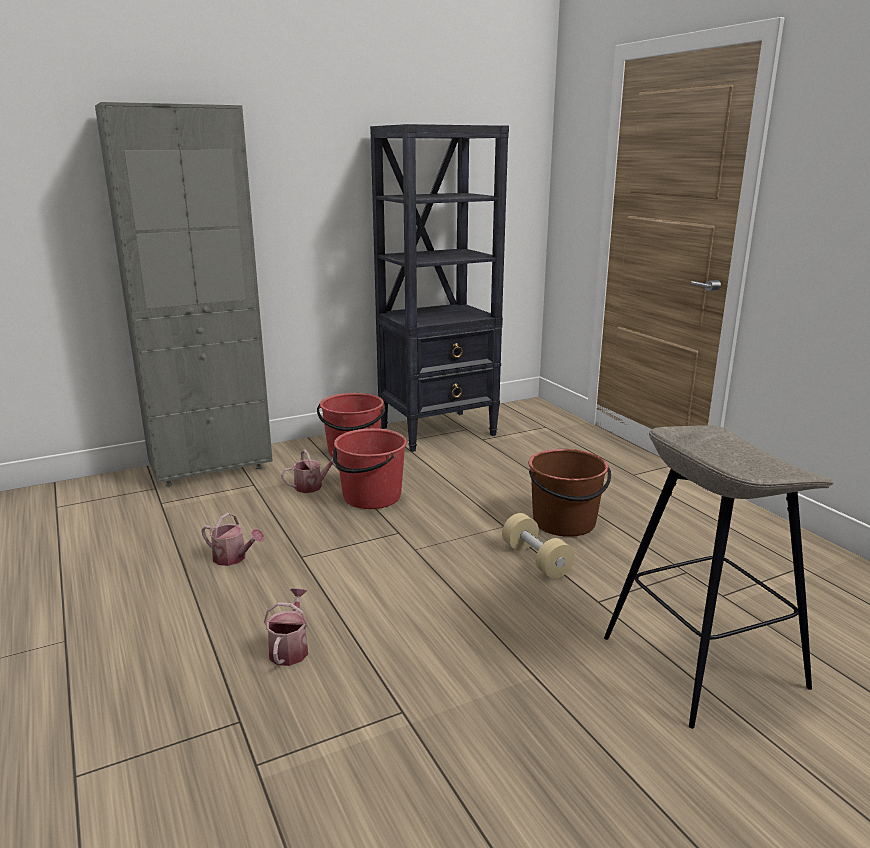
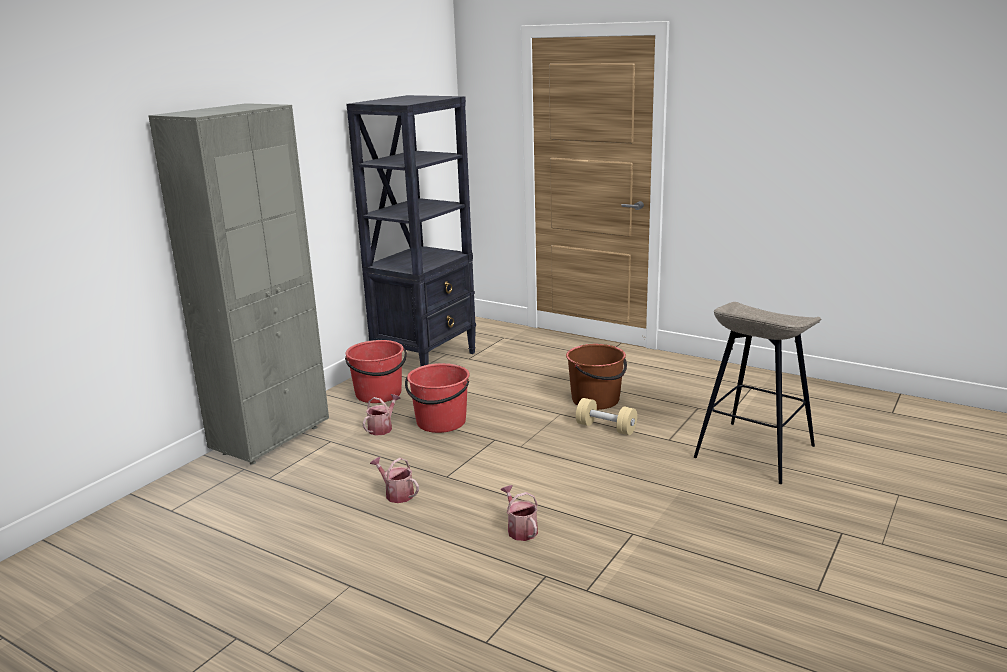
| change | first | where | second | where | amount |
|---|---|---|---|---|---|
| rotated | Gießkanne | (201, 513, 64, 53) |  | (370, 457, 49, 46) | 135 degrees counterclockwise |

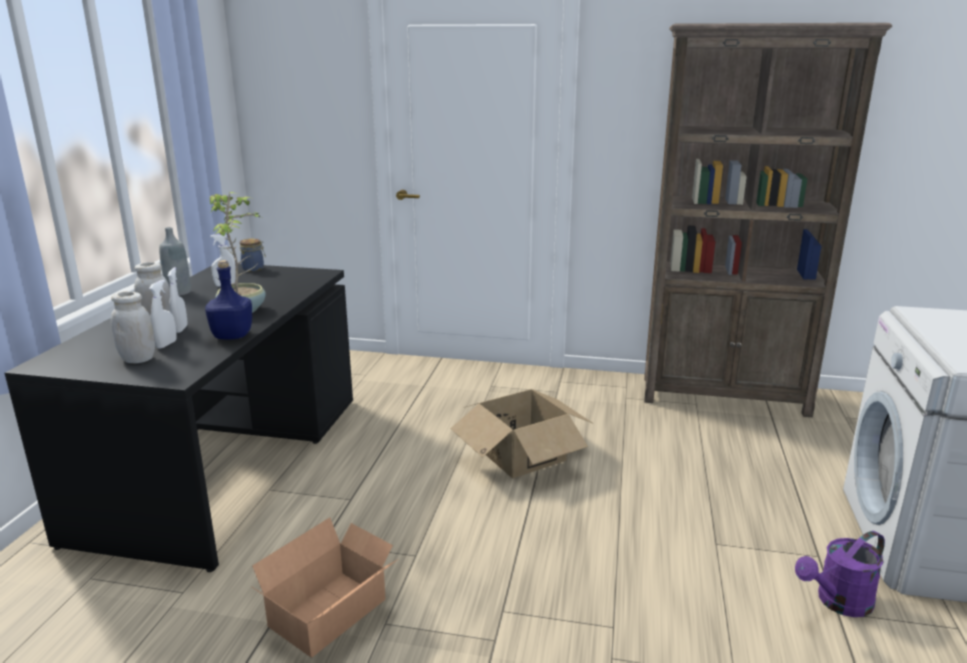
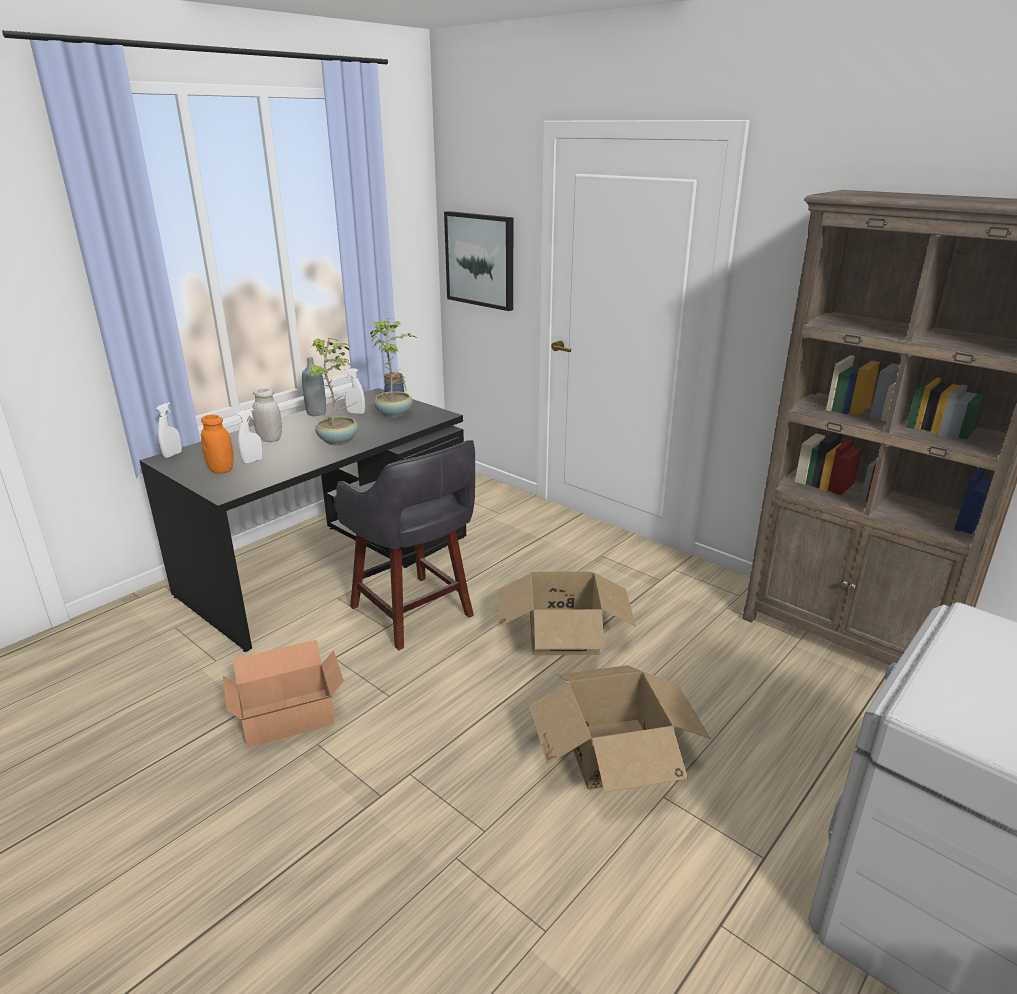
| change | first | where | second | where | amount |
|---|---|---|---|---|---|
| gone | Flasche (blau) | (205, 260, 47, 79) |  |  |  |
| shifted | Sprühflasche (weiß) | (167, 267, 21, 66) |  | (156, 402, 26, 56) |  |
| repainted | Vorratsglas (weiß) | (111, 291, 44, 72) | Vorratsglas (orange) | (201, 415, 33, 59) |  |
| gone | Gießkanne (lila) | (795, 531, 90, 86) |  |  |  |
| new |  |  | Bild | (444, 211, 69, 100) |  |
| new |  |  | Topfpflanze | (370, 318, 45, 100) |  |
| new |  |  | Hocker (grau) | (334, 440, 141, 210) |  |
| new |  |  | Karton | (528, 665, 183, 128) |  |

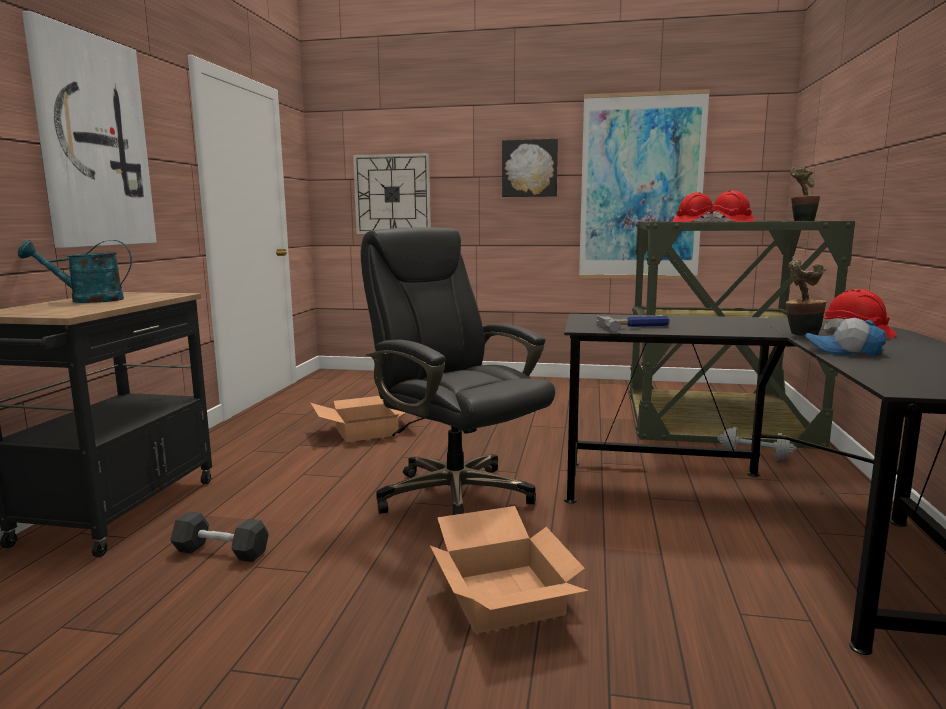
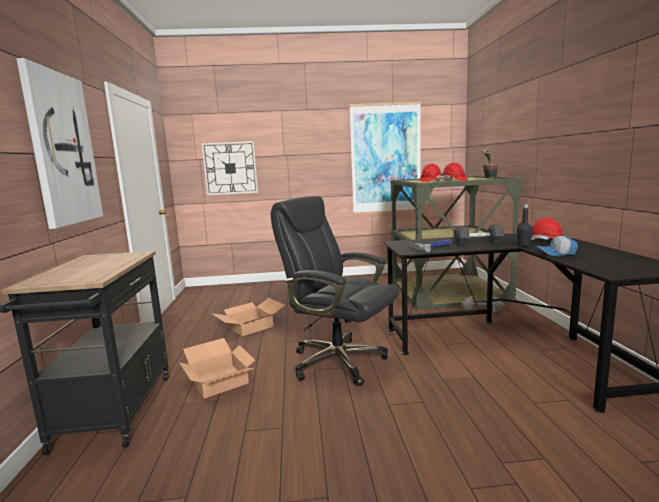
| change | first | where | second | where | amount |
|---|---|---|---|---|---|
| gone | Bild | (502, 139, 56, 58) |  |  |  |
| gone | Gießkanne (türkis) | (18, 240, 114, 63) |  |  |  |
| swapped | Topfpflanze | (786, 258, 40, 78) | Flasche (schwarz) | (517, 204, 16, 43) |  |
| shifted | Karton | (430, 506, 159, 128) |  | (179, 338, 76, 61) |  |
| shifted | Hantel (schwarz) | (170, 511, 98, 51) |  | (454, 225, 50, 20) |  |

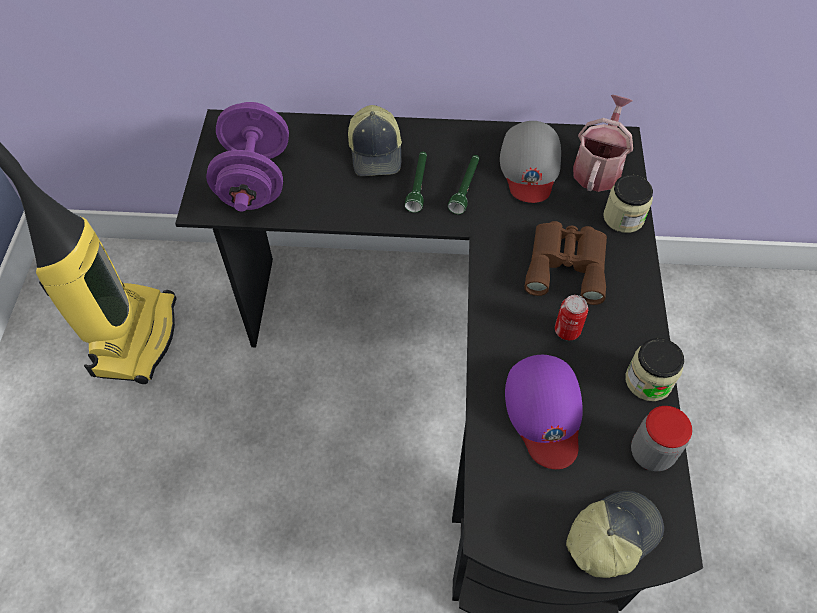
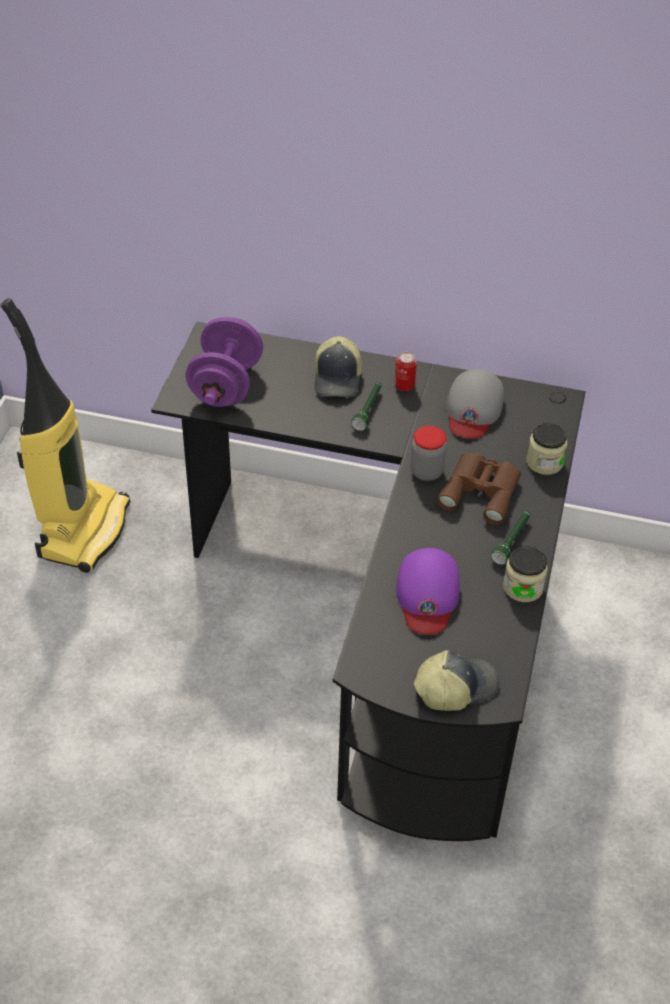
| change | first | where | second | where | amount |
|---|---|---|---|---|---|
| gone | Gießkanne | (573, 95, 60, 97) |  |  |  |
| shifted | Taschenlampe (grün) | (448, 155, 31, 59) |  | (491, 511, 39, 54) |  |
| shifted | Dose | (555, 295, 33, 45) |  | (394, 352, 23, 39) |  |
| shifted | Vorratsglas | (631, 406, 61, 66) |  | (410, 426, 37, 55) |  |

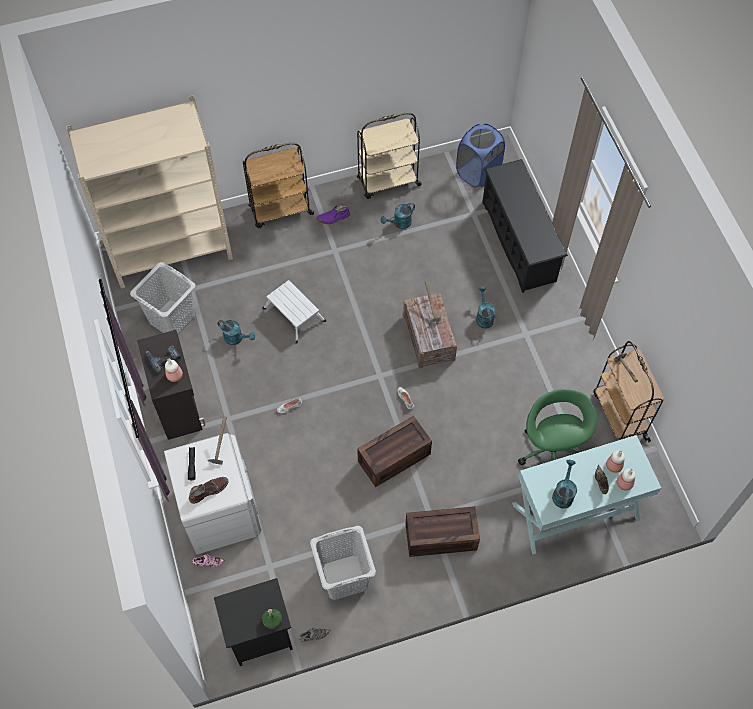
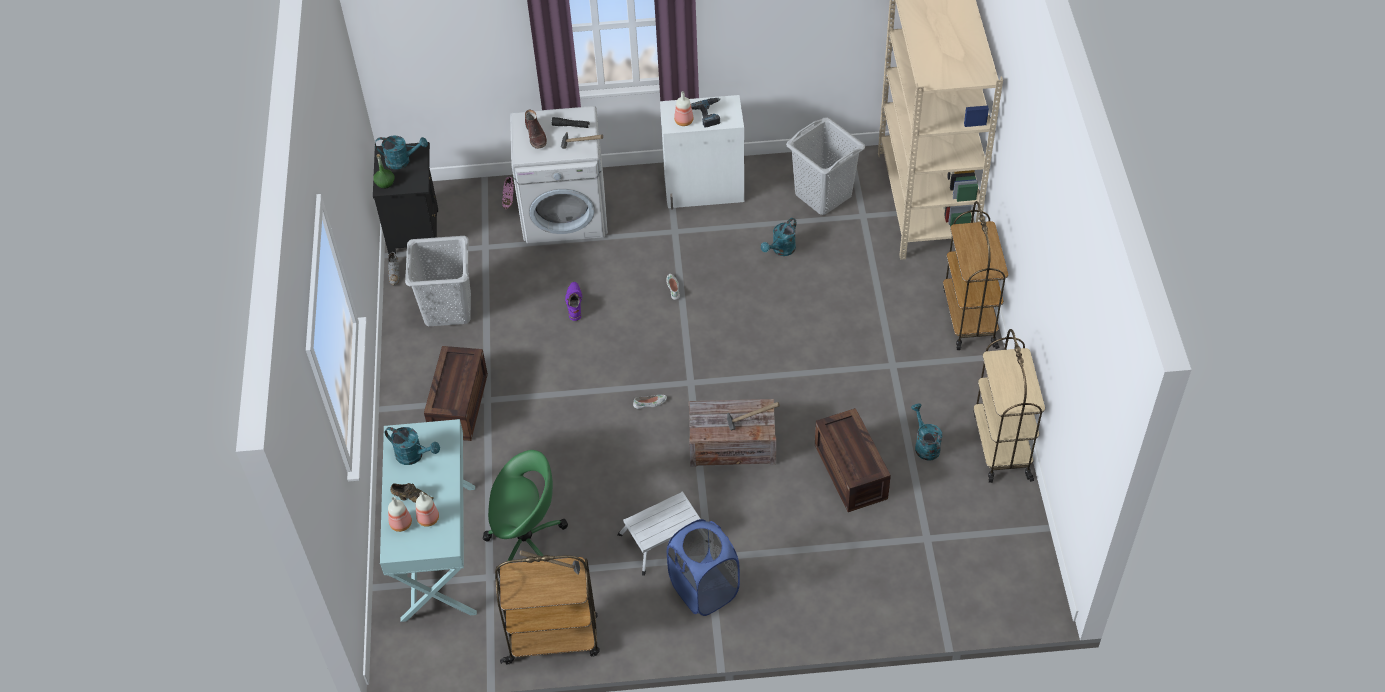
| change | first | where | second | where | amount |
|---|---|---|---|---|---|
| shifted | Wäschekorb (blau) | (456, 124, 49, 64) |  | (667, 519, 73, 97) |  |
| gone | Schuhregal (schwarz) | (482, 159, 86, 134) |  |  |  |
| shifted | Stiefel (lila) | (316, 204, 34, 20) |  | (565, 282, 17, 39) |  |
| shifted | Trittleiter (weiß) | (263, 280, 63, 64) |  | (617, 491, 83, 85) |  |
| shifted | Gießkanne (türkis) | (476, 287, 20, 42) |  | (375, 135, 53, 34) |  |
| repainted | Schrank (schwarz) | (137, 330, 68, 110) | Schrank (weiß) | (660, 95, 84, 115) |  |
| shifted | Kiste | (357, 416, 75, 71) |  | (815, 408, 76, 104) |  |

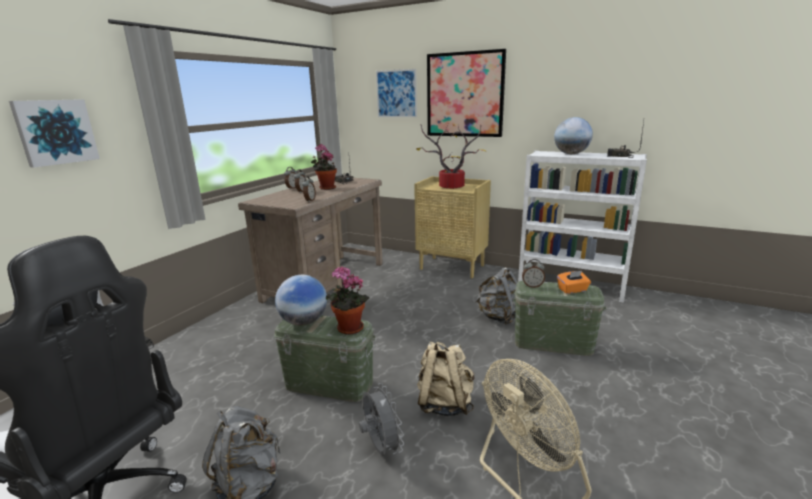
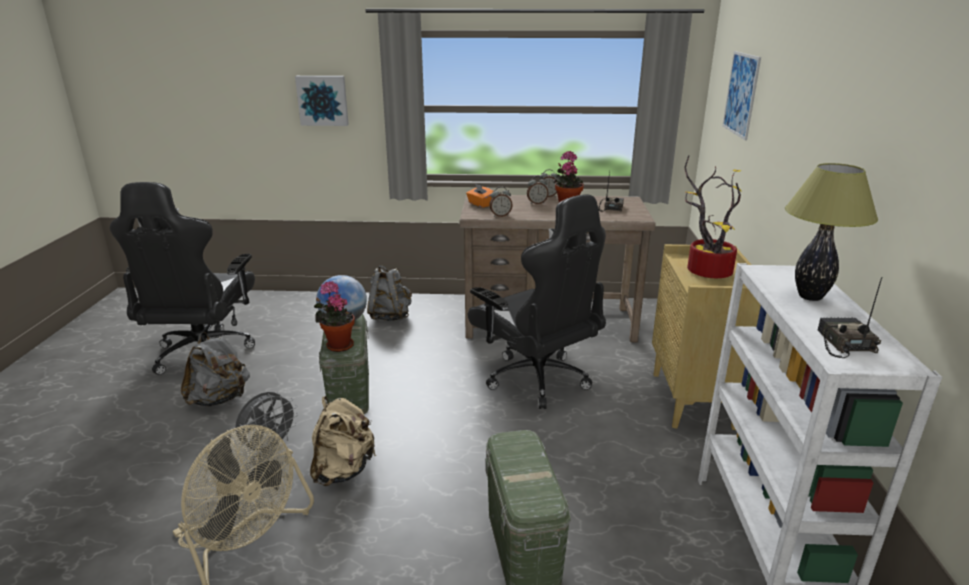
| change | first | where | second | where | amount |
|---|---|---|---|---|---|
| gone | Bild | (427, 49, 79, 88) |  |  |  |
| swapped | Globus | (554, 117, 39, 37) | Tischlampe | (785, 163, 93, 138) |  |
| gone | Wecker | (522, 259, 23, 29) |  |  |  |
| shifted | Rucksack (grau) | (475, 268, 42, 57) |  | (367, 265, 45, 56) |  |
| shifted | Taschentuchbox (orange) | (557, 271, 34, 23) |  | (466, 184, 27, 24) |  |
| new |  |  | Bürostuhl (schwarz) | (467, 194, 139, 215) |  |

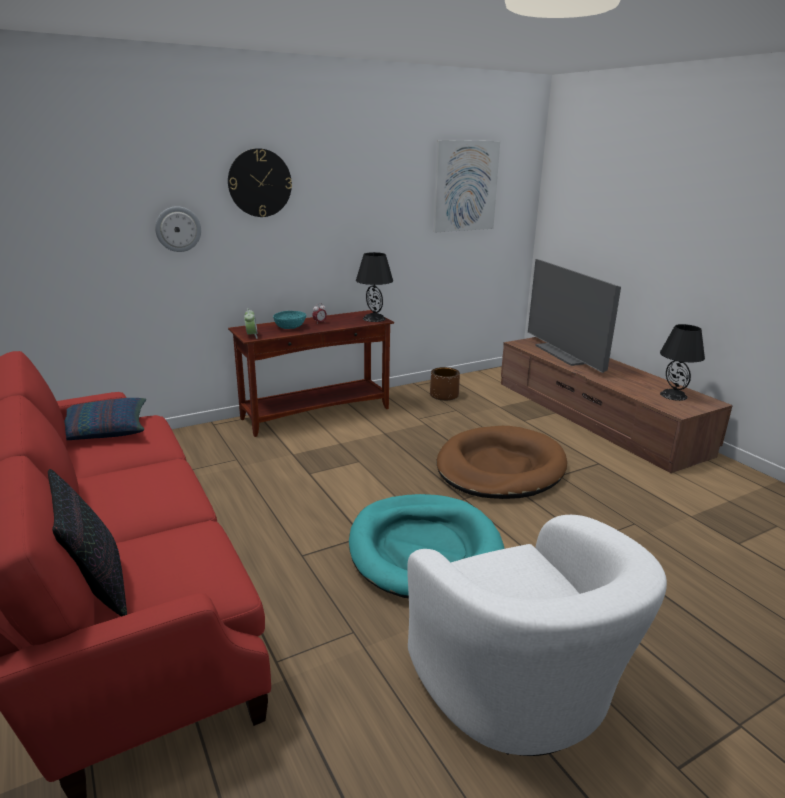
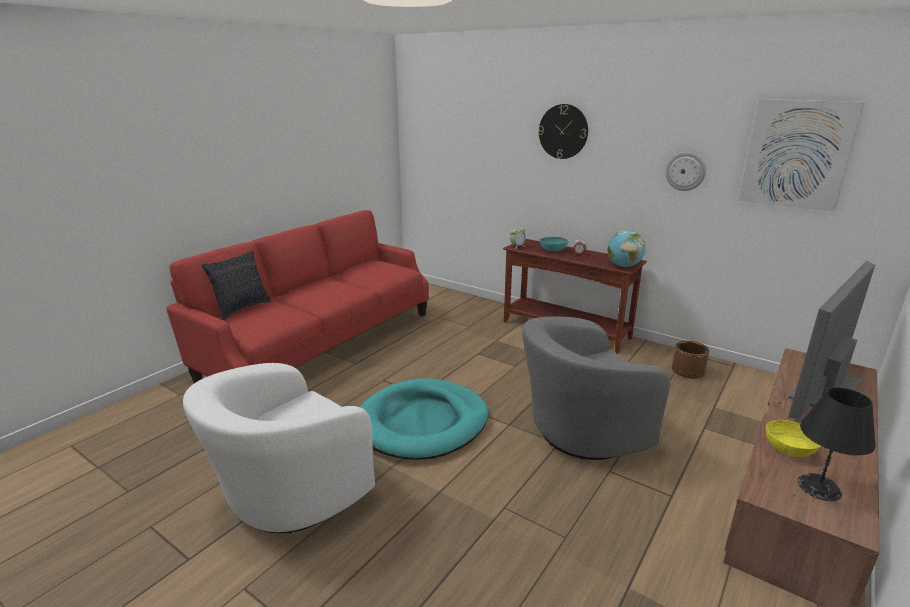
| change | first | where | second | where | amount |
|---|---|---|---|---|---|
| shifted | Wanduhr | (155, 206, 46, 46) |  | (665, 152, 41, 39) |  |
| swapped | Tischlampe (schwarz) | (356, 252, 37, 70) | Globus | (607, 230, 39, 37) |  |
| gone | Kissen (blau) | (64, 398, 82, 42) |  |  |  |
| swapped | Hundebett (braun) | (436, 426, 131, 73) | Sessel (grau) | (522, 316, 148, 144) |  |
| new |  |  | Schüssel (gelb) | (766, 420, 55, 37) |  |

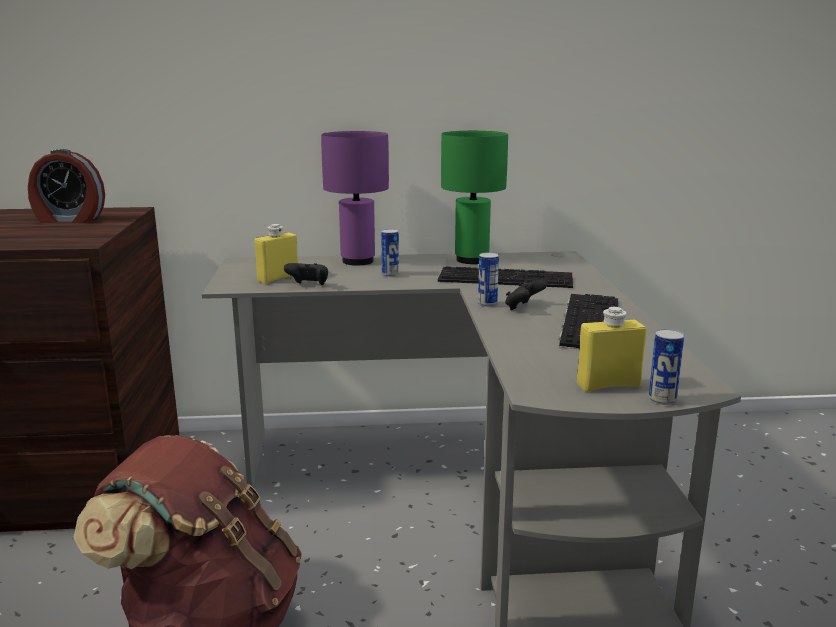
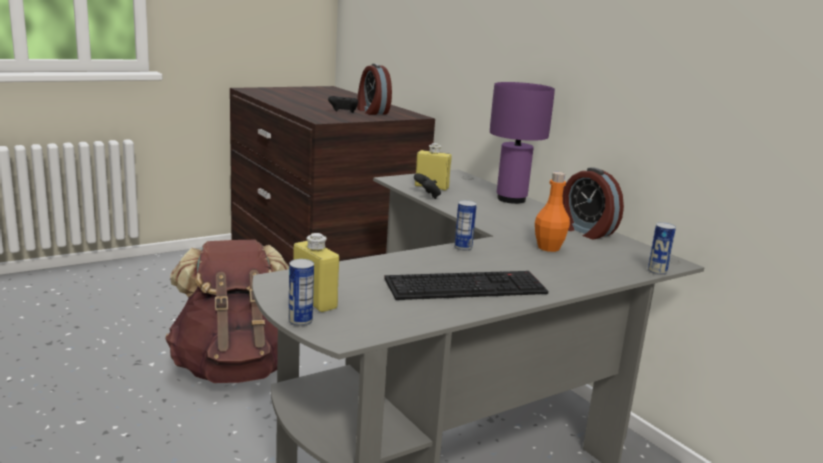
| change | first | where | second | where | amount |
|---|---|---|---|---|---|
| swapped | Tischlampe (grün) | (441, 131, 67, 133) | Wecker | (563, 167, 61, 72) |  |
| shifted | Dose | (381, 229, 18, 48) |  | (648, 222, 28, 53) |  |
| swapped | Tastatur | (438, 266, 135, 22) | Flasche (orange) | (535, 172, 35, 80) |  |
| shifted | Gamepad (schwarz) | (505, 279, 42, 31) |  | (328, 96, 30, 17) |  |

